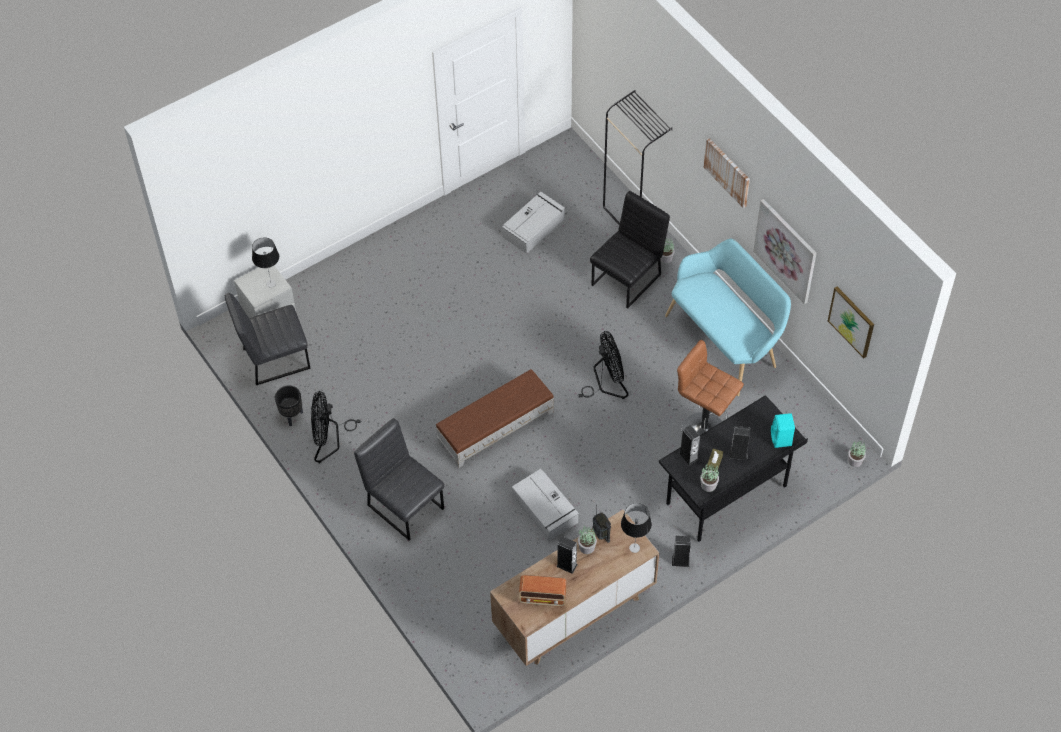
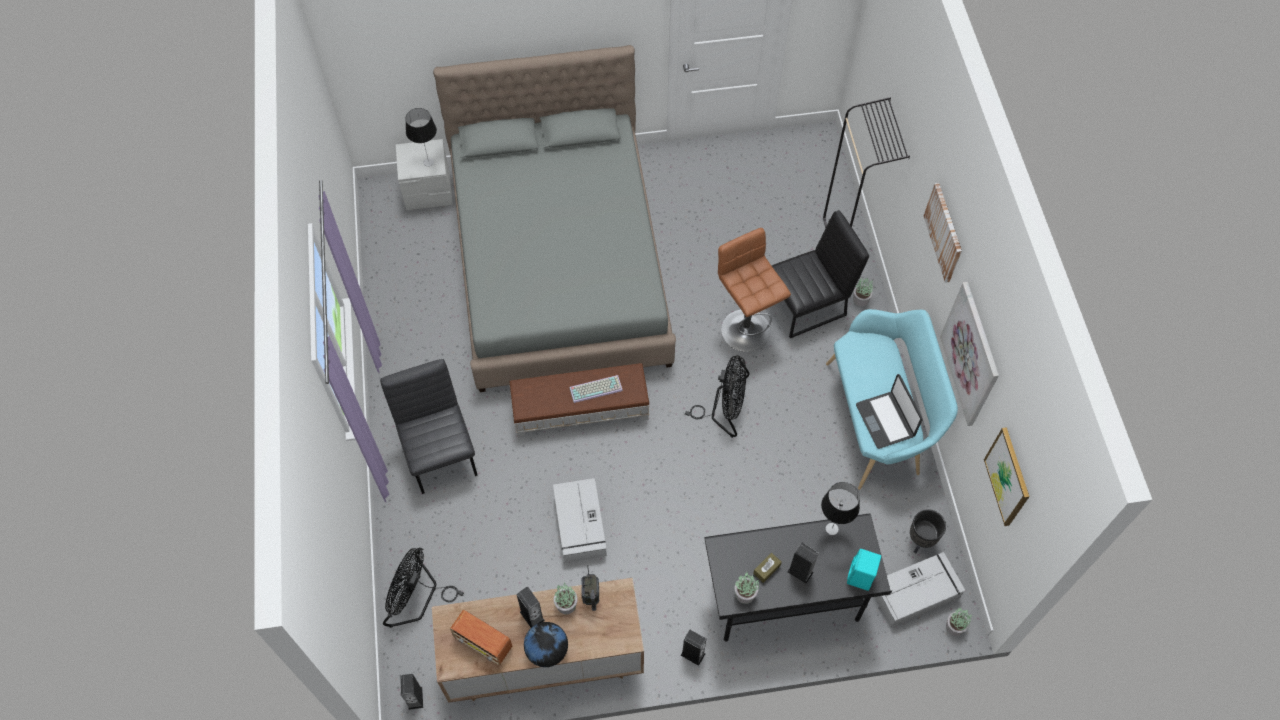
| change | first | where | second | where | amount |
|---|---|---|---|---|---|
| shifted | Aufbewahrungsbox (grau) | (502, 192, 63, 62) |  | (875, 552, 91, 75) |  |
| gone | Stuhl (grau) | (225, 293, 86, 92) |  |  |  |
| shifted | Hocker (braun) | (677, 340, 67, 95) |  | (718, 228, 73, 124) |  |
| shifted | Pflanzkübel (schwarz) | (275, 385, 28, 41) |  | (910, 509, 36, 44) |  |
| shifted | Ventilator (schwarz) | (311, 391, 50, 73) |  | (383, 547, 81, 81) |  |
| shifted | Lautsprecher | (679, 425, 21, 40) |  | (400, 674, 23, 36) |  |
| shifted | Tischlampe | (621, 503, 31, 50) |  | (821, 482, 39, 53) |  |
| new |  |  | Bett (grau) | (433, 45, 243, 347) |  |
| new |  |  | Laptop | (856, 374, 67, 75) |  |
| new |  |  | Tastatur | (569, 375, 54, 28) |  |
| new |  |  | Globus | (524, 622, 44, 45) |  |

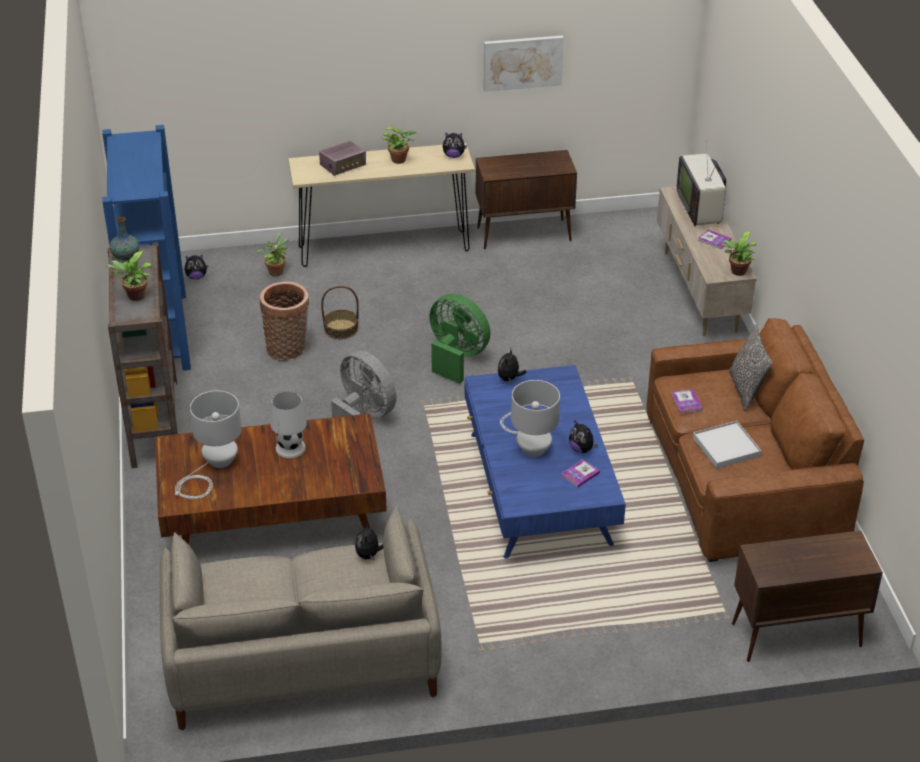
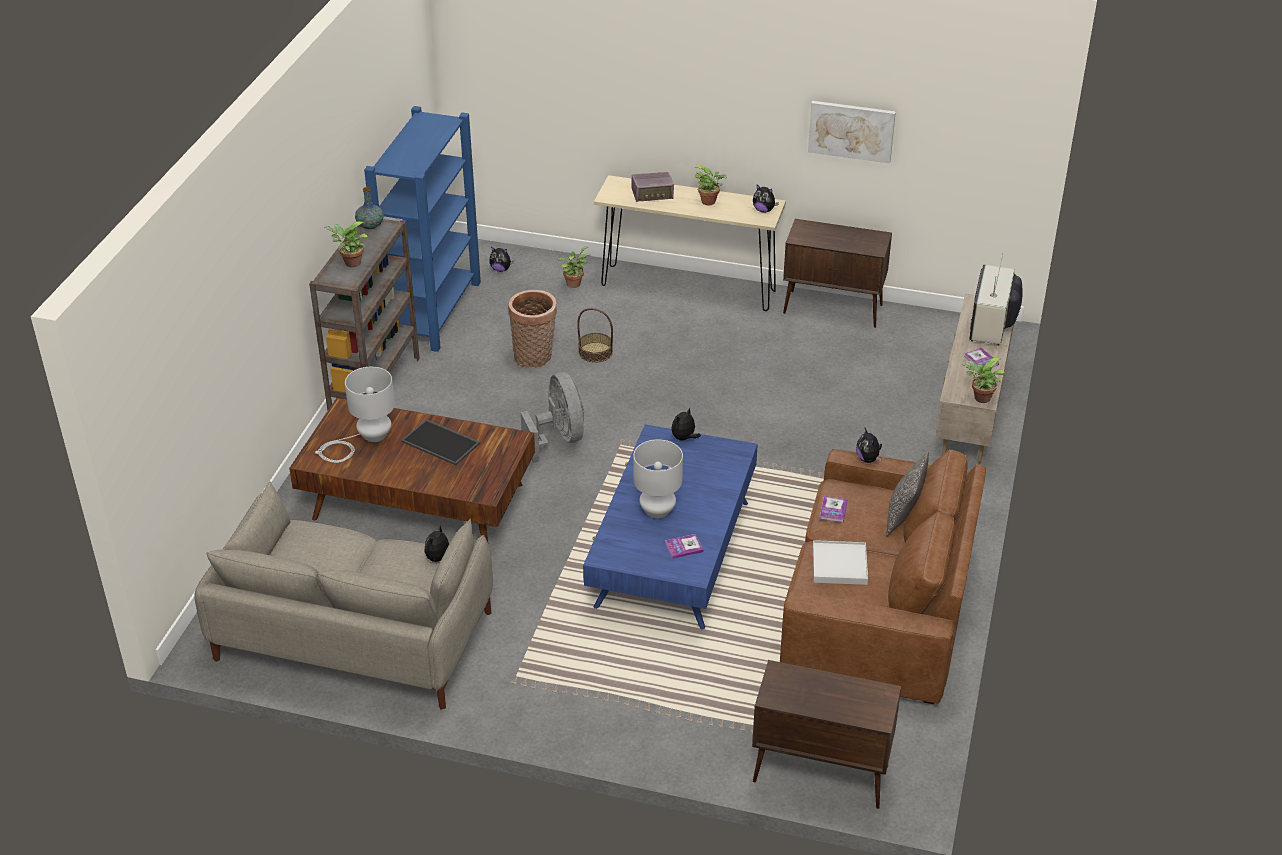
| change | first | where | second | where | amount |
|---|---|---|---|---|---|
| gone | Ventilator (grün) | (429, 294, 61, 90) |  |  |  |
| swapped | Tischlampe (weiß) | (271, 391, 36, 67) | Tablett | (401, 419, 79, 46) |  |
| shifted | Plüschtier | (569, 420, 29, 33) |  | (856, 428, 26, 35) |  |

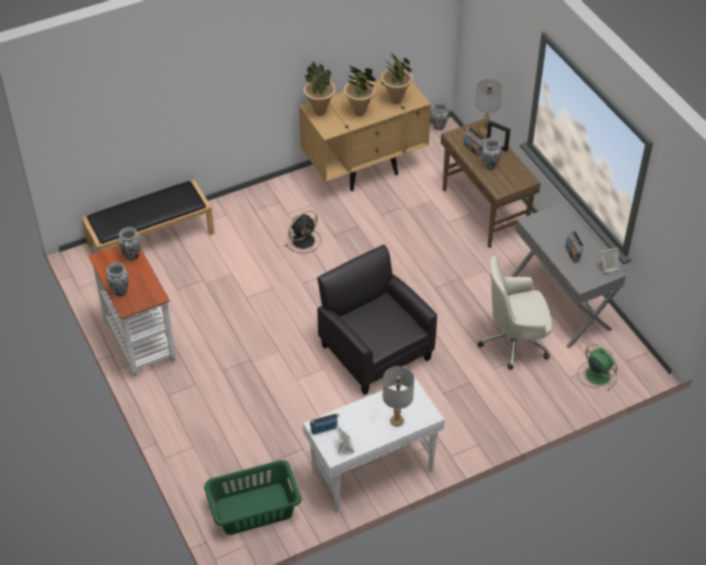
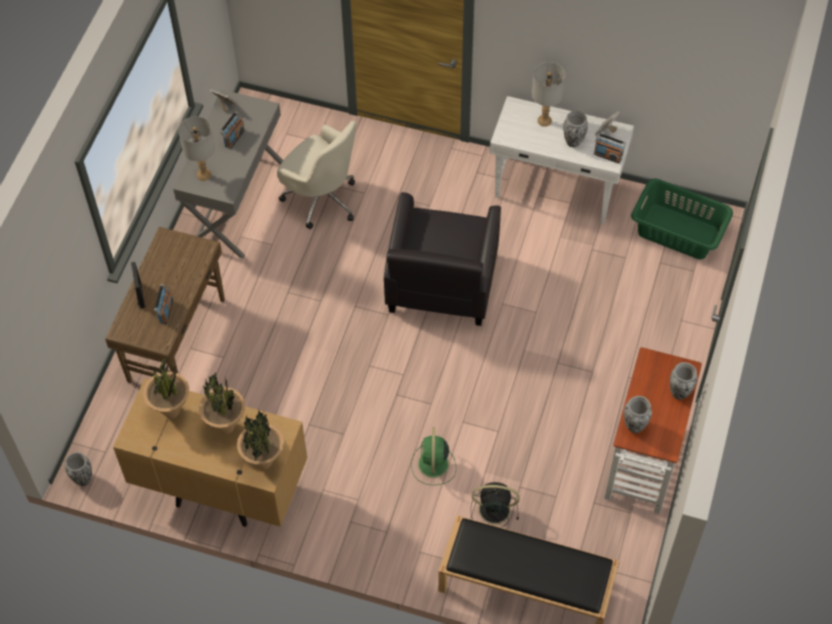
| change | first | where | second | where | amount |
|---|---|---|---|---|---|
| shifted | Tischlampe (grau) | (475, 78, 27, 57) |  | (178, 116, 37, 65) |  |
| shifted | Vase | (482, 138, 20, 31) |  | (563, 111, 25, 36) |  |
| shifted | Ventilator (schwarz) | (285, 210, 37, 44) |  | (471, 482, 49, 46) |  |
| shifted | Ventilator (grün) | (577, 344, 40, 47) |  | (411, 427, 45, 58) |  |

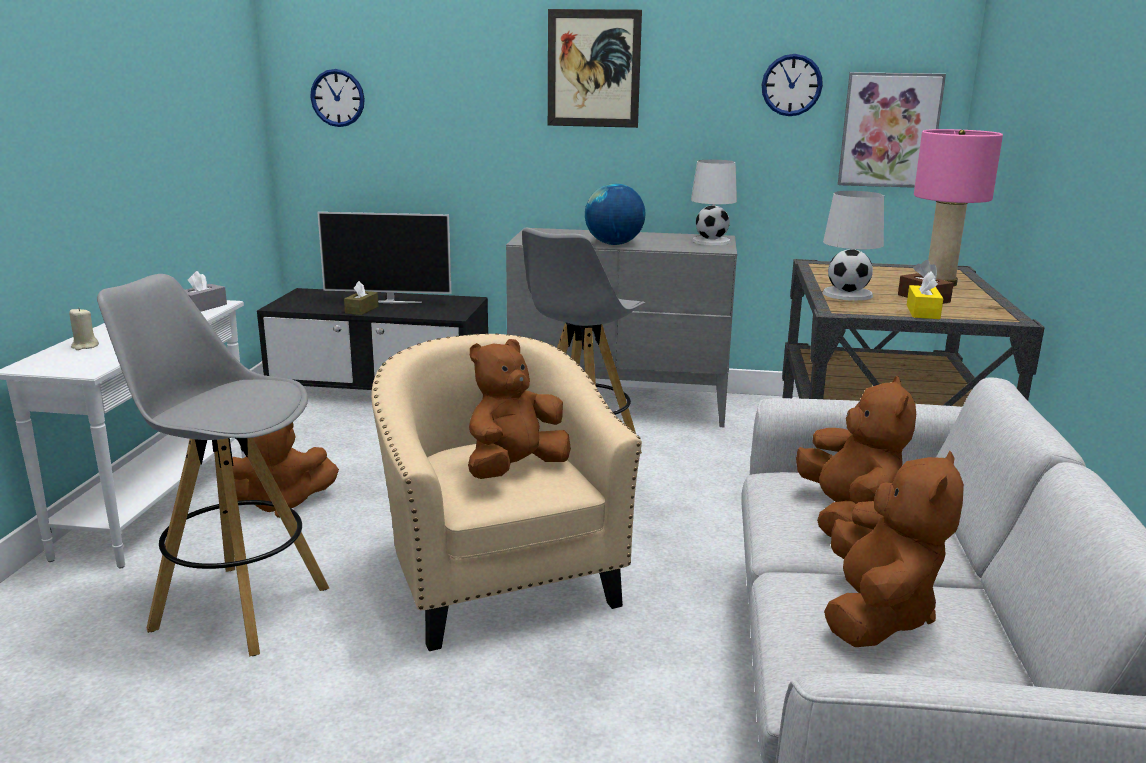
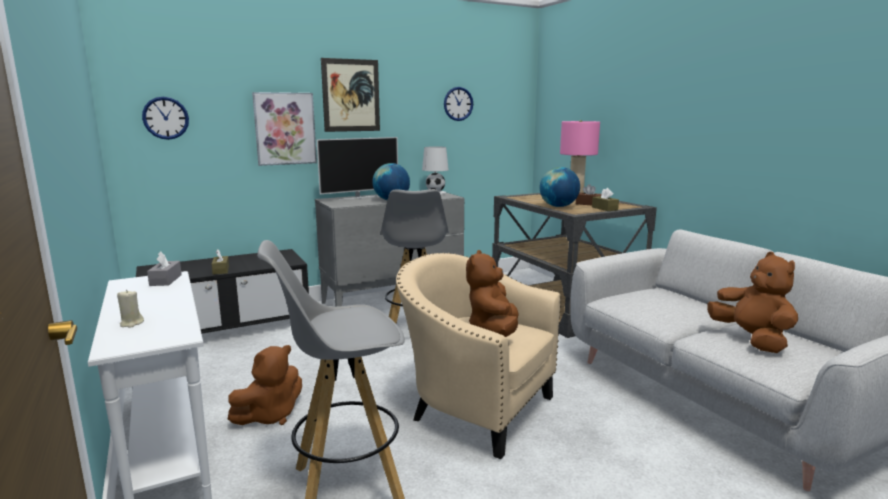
| change | first | where | second | where | amount |
|---|---|---|---|---|---|
| shifted | Bild | (838, 72, 108, 116) |  | (252, 92, 65, 74) |  |
| swapped | Tischlampe (weiß) | (823, 191, 61, 110) | Globus | (540, 167, 40, 40) |  |
| shifted | Fernseher | (317, 212, 134, 91) |  | (317, 137, 81, 63) |  |
| repainted | Taschentuchbox (gelb) | (907, 272, 37, 47) | Taschentuchbox (braun) | (592, 188, 27, 23) |  |
| gone | Plüschtier (braun) | (796, 376, 120, 161) |  |  |  |

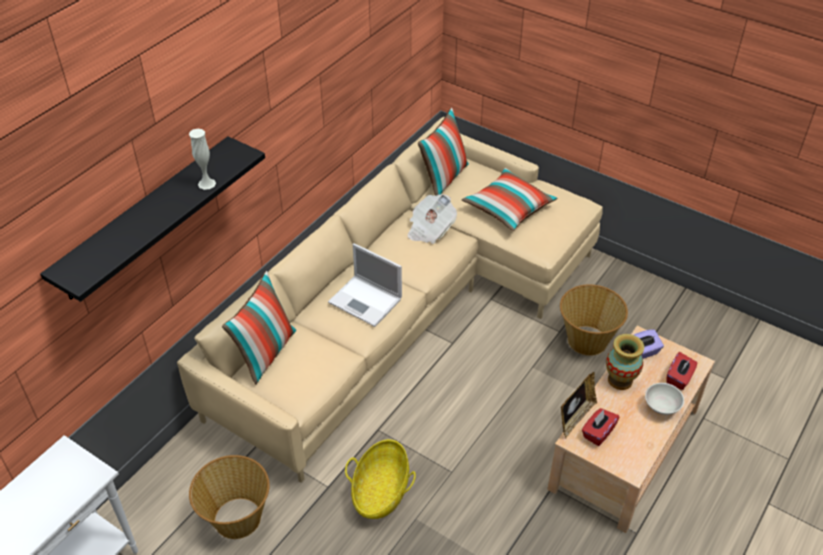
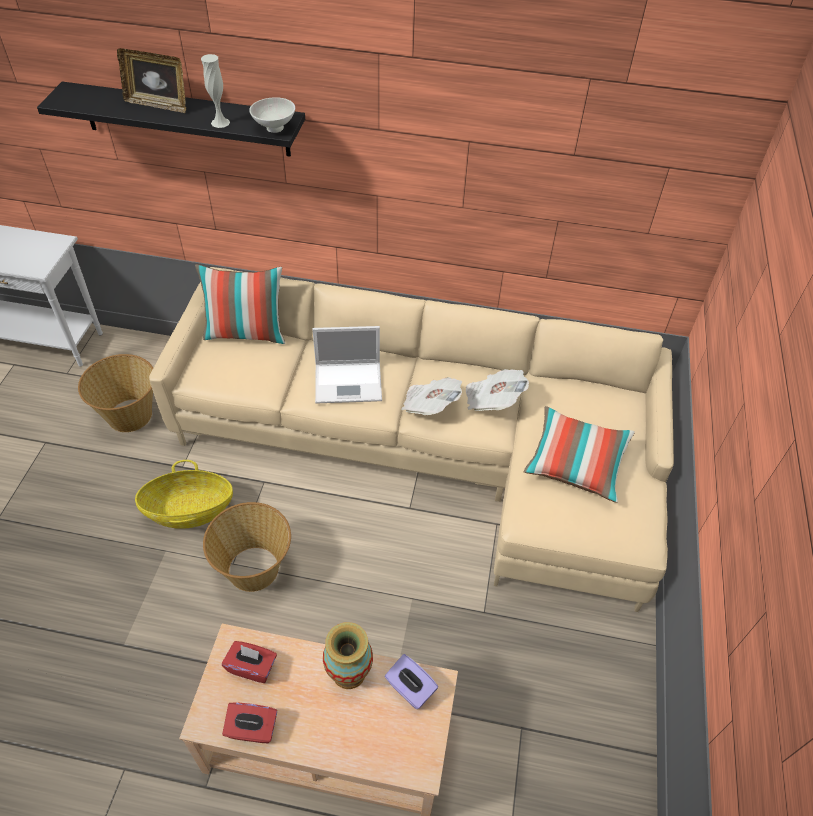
| change | first | where | second | where | amount |
|---|---|---|---|---|---|
| gone | Kissen | (418, 108, 51, 88) |  |  |  |
| rotated | Laptop | (328, 243, 74, 84) |  | (312, 326, 70, 77) | 105 degrees counterclockwise |
| shifted | Korb | (560, 284, 68, 72) |  | (203, 502, 88, 90) |  |
| shifted | Taschentuchbox (rot) | (666, 352, 31, 38) |  | (222, 702, 55, 41) |  |
| shifted | Bilderrahmen | (561, 372, 36, 66) |  | (117, 48, 69, 65) |  |
| shifted | Schüssel (weiß) | (645, 383, 39, 32) |  | (249, 97, 46, 36) |  |
| new |  |  | Zeitung | (401, 377, 61, 38) |  |

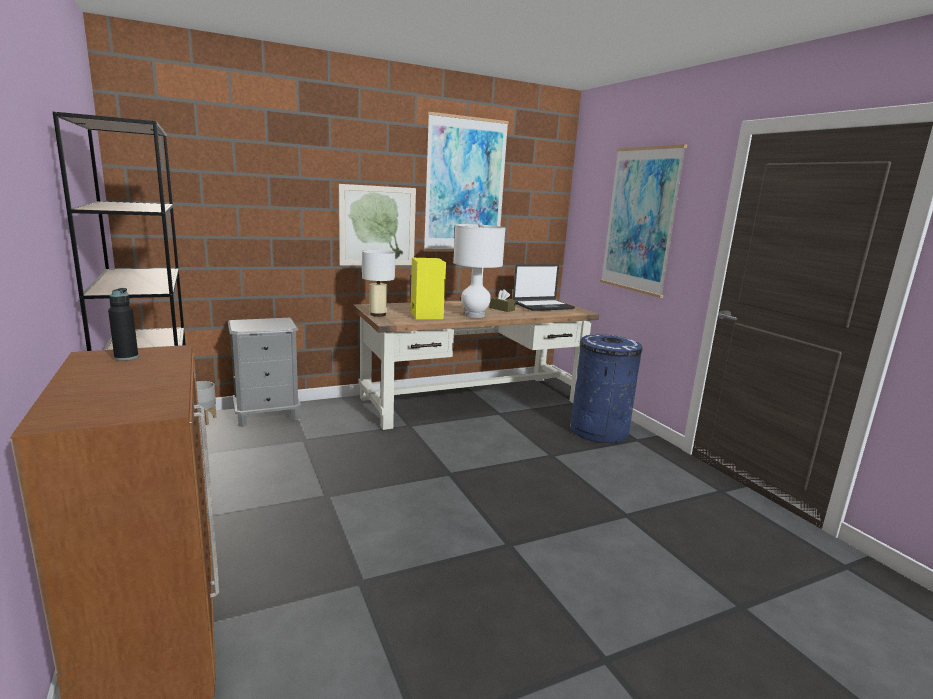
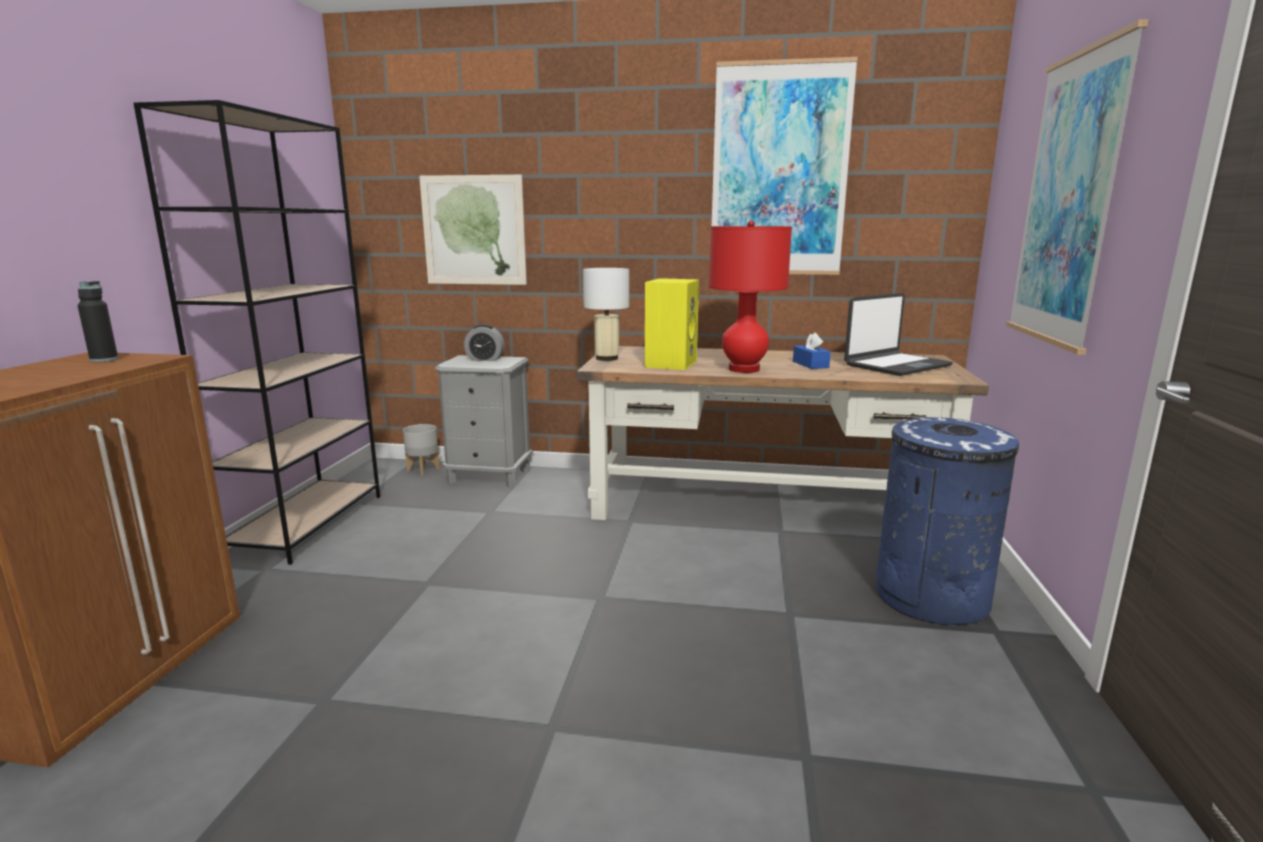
| change | first | where | second | where | amount |
|---|---|---|---|---|---|
| shifted | Bild | (339, 184, 77, 82) |  | (419, 175, 108, 110) |  |
| repainted | Tischlampe (weiß) | (453, 222, 53, 96) | Tischlampe (rot) | (709, 220, 83, 153) |  |
| rotated | Laptop | (513, 264, 62, 47) |  | (844, 293, 109, 83) | 45 degrees counterclockwise |
| repainted | Taschentuchbox (braun) | (489, 289, 27, 23) | Taschentuchbox (blau) | (793, 332, 38, 37) |  |
| new |  |  | Wecker | (464, 324, 41, 37) |  |

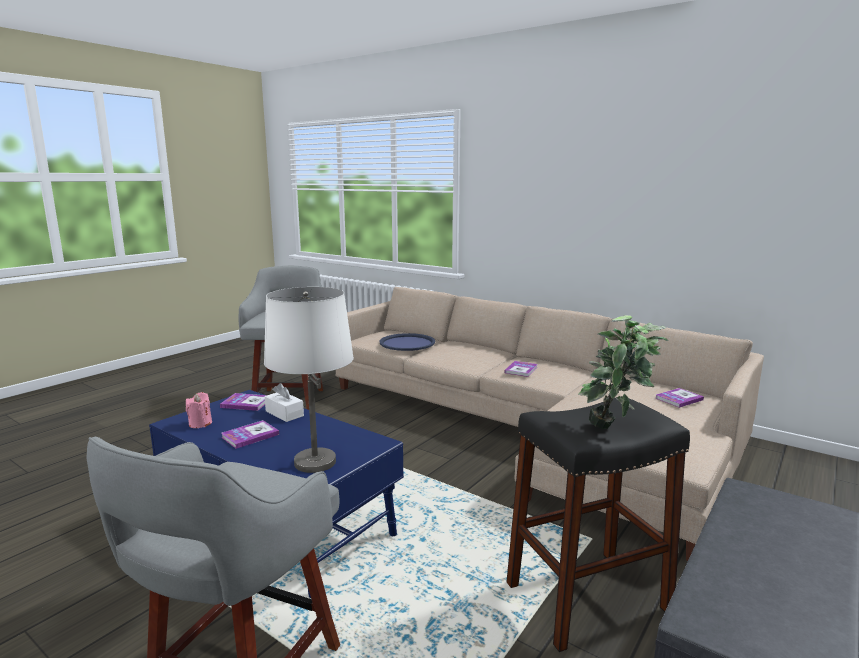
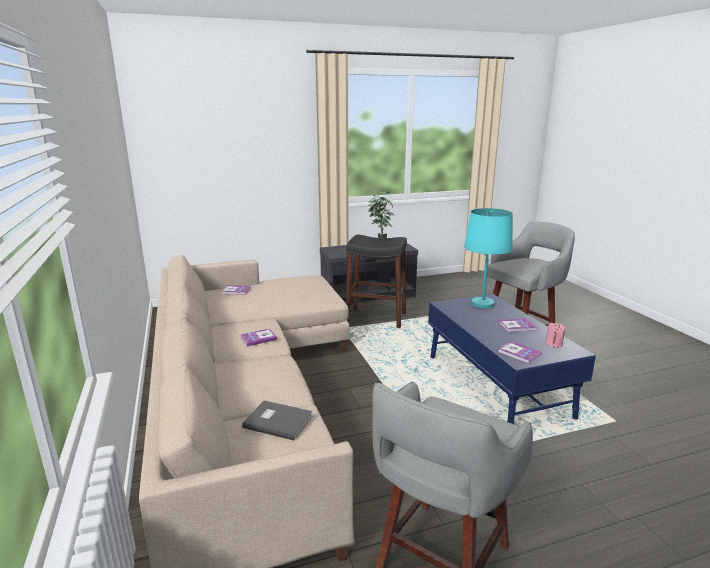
| change | first | where | second | where | amount |
|---|---|---|---|---|---|
| repainted | Tischlampe (weiß) | (264, 287, 90, 186) | Tischlampe (türkis) | (464, 208, 49, 100) |  |
| swapped | Tablett (blau) | (379, 333, 56, 18) | Buch (grau) | (242, 401, 71, 40) |  |
| gone | Taschentuchbox (weiß) | (265, 383, 39, 39) |  |  |  |

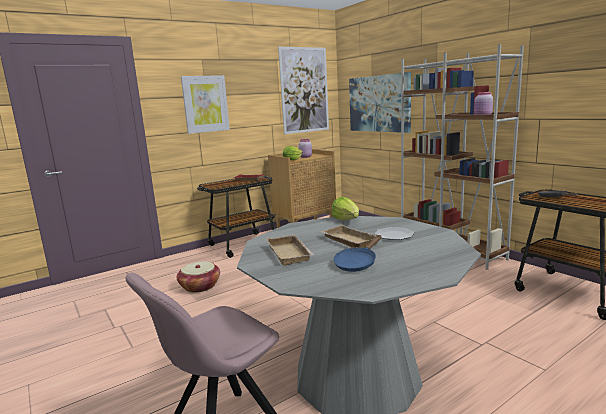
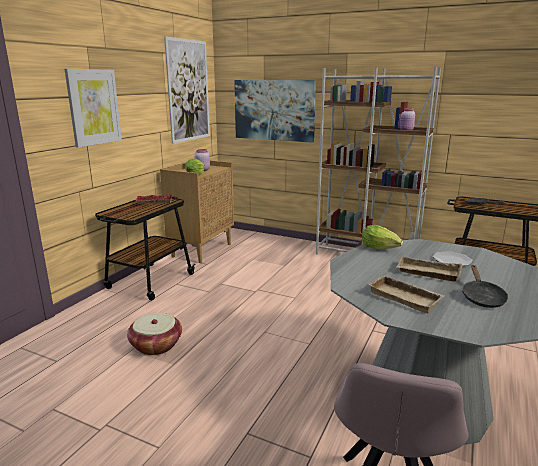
| change | first | where | second | where | amount |
|---|---|---|---|---|---|
| repainted | Pfanne (blau) | (333, 235, 48, 37) | Pfanne (schwarz) | (462, 265, 46, 43) |  |

